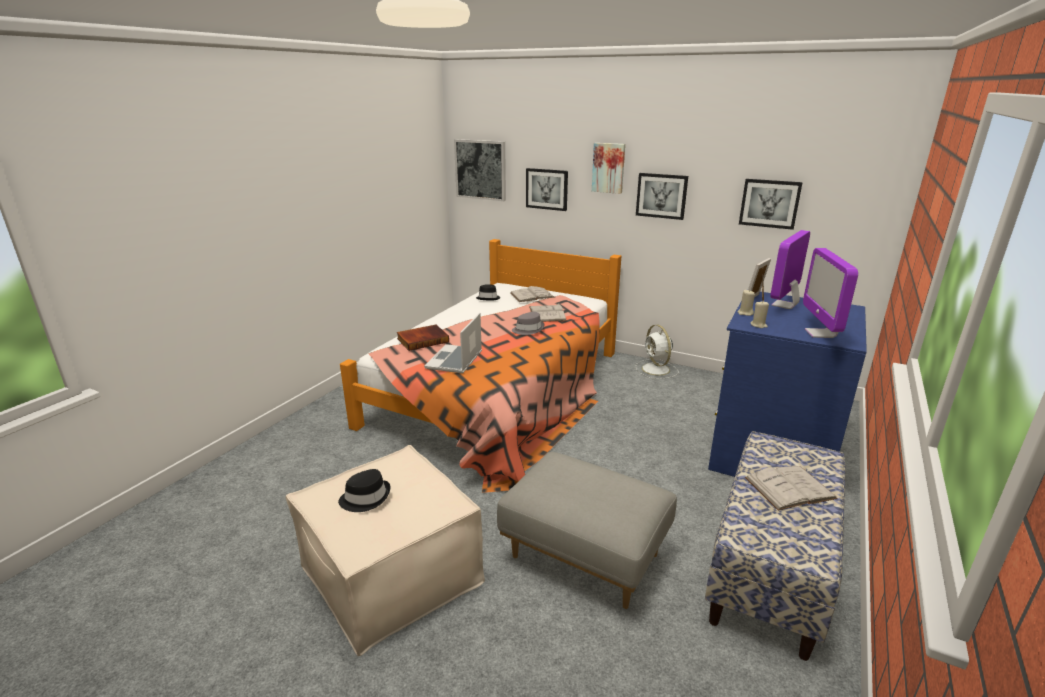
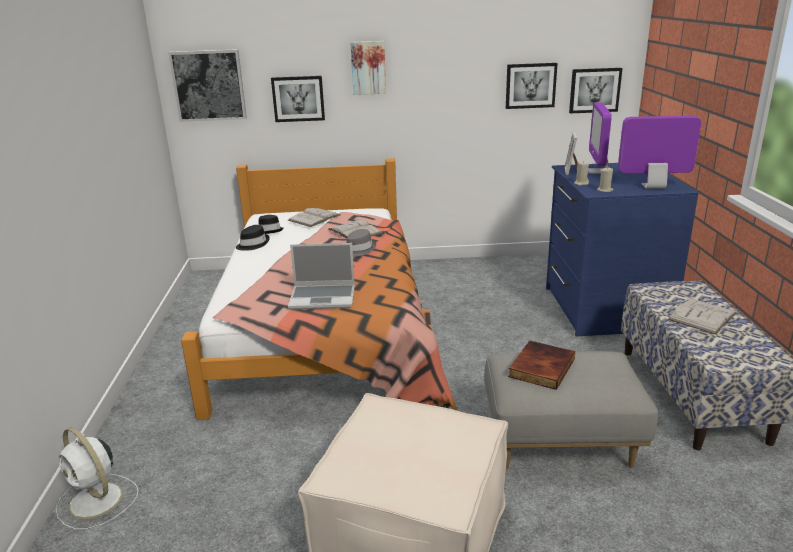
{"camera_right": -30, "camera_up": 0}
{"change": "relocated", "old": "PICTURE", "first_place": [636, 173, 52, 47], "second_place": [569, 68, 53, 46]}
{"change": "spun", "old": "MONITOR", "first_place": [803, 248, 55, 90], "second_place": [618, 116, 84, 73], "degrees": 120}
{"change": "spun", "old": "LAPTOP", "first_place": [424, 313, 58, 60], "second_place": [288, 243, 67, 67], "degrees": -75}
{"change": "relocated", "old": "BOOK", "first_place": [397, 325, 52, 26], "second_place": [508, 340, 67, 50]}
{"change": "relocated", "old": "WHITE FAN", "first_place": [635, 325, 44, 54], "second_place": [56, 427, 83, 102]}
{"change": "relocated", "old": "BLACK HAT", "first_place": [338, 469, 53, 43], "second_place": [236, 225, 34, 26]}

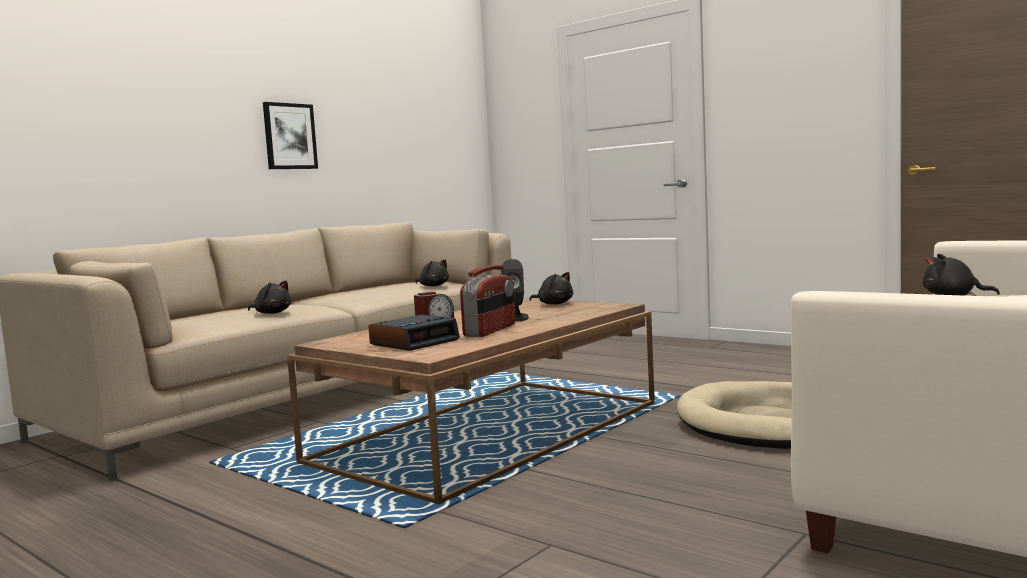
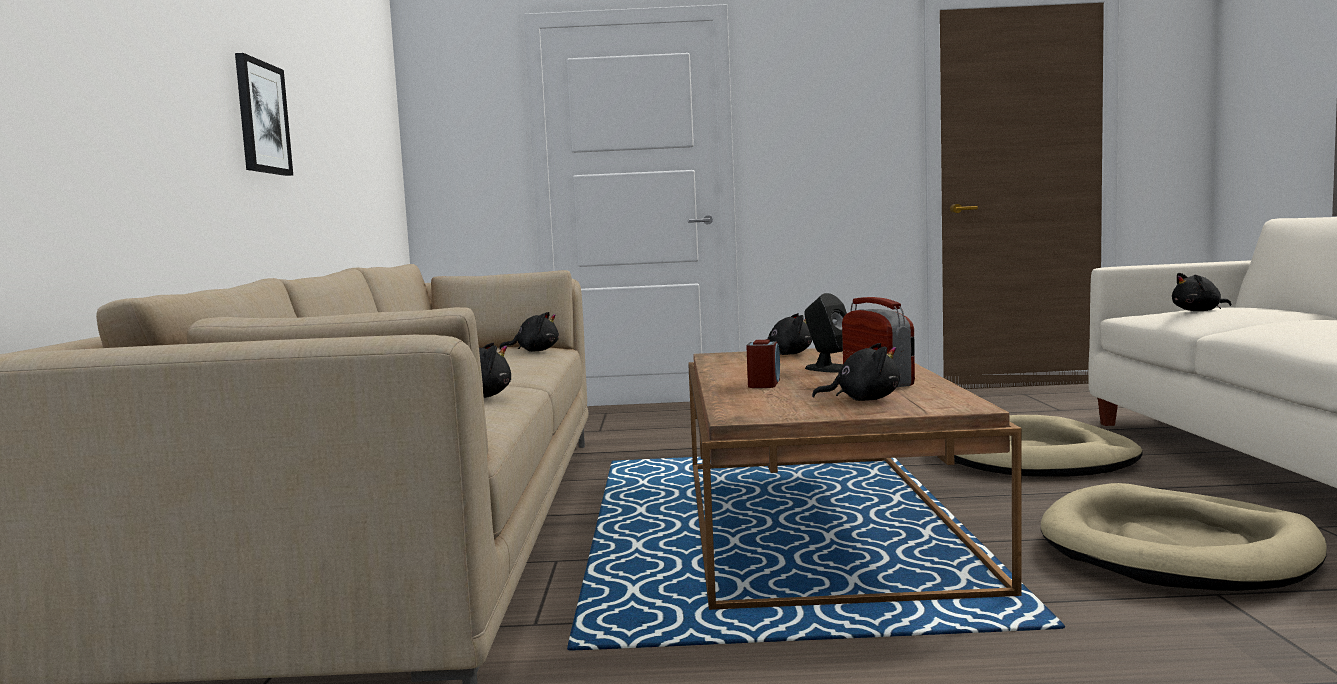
{"camera_right": -40, "camera_up": 0}
{"change": "exchanged", "old": "ALARM CLOCK", "new": "BLACK PLUSH TOY", "first_place": [368, 315, 92, 36], "second_place": [812, 343, 88, 58]}
{"change": "appeared", "new": "BEIGE DOG BED", "second_place": [1041, 483, 286, 108]}

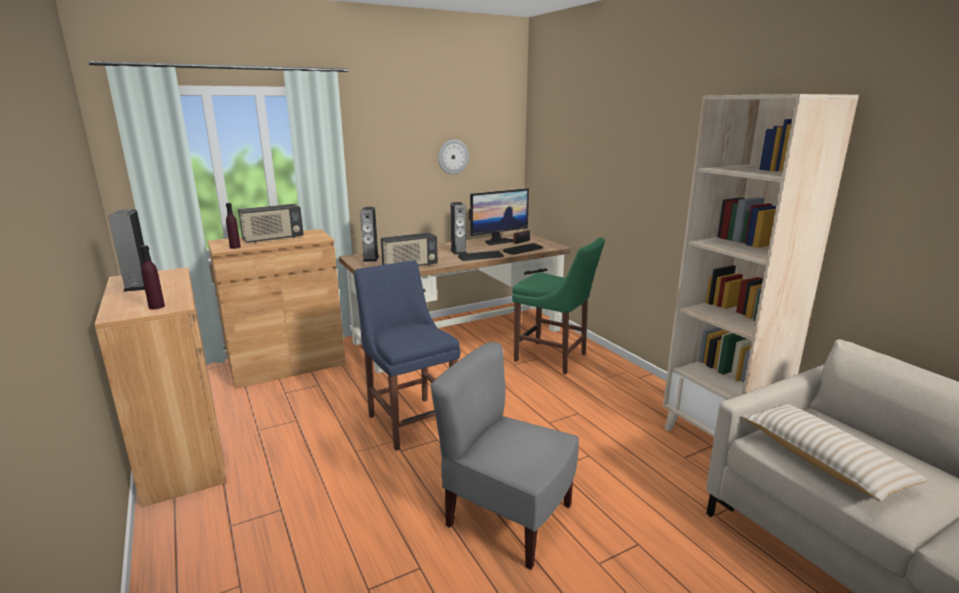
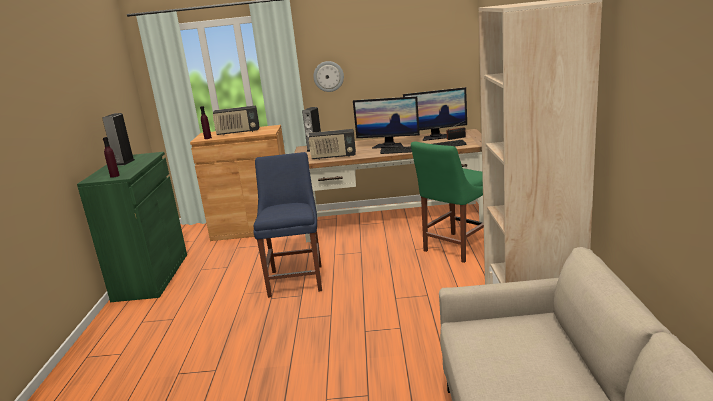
{"camera_right": 30, "camera_up": 0}
{"change": "relocated", "old": "WALL CLOCK", "first_place": [438, 139, 31, 36], "second_place": [313, 61, 31, 31]}
{"change": "exchanged", "old": "SPEAKER", "new": "MONITOR", "first_place": [450, 202, 17, 53], "second_place": [353, 96, 67, 53]}
{"change": "spun", "old": "GREEN CHAIR", "first_place": [512, 237, 93, 137], "second_place": [411, 141, 73, 122], "degrees": 75}
{"change": "colour", "old": "BROWN CABINET", "new": "GREEN CABINET", "first_place": [94, 267, 133, 241], "second_place": [77, 152, 110, 150]}
{"change": "missing", "old": "GREY CHAIR", "first_place": [431, 342, 148, 227]}
{"change": "missing", "old": "BEIGE PILLOW", "first_place": [741, 403, 187, 98]}

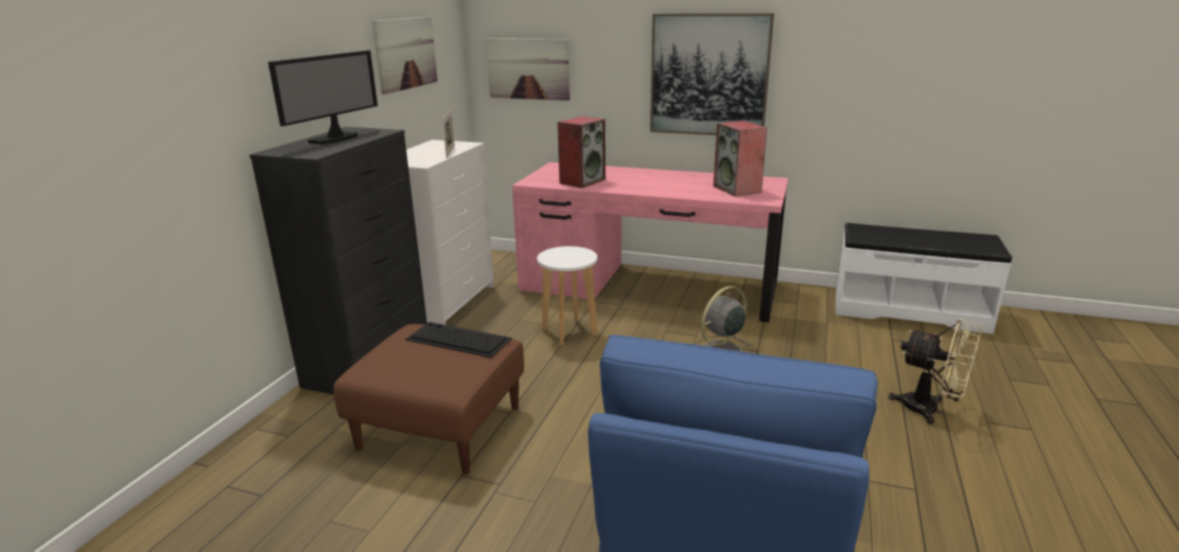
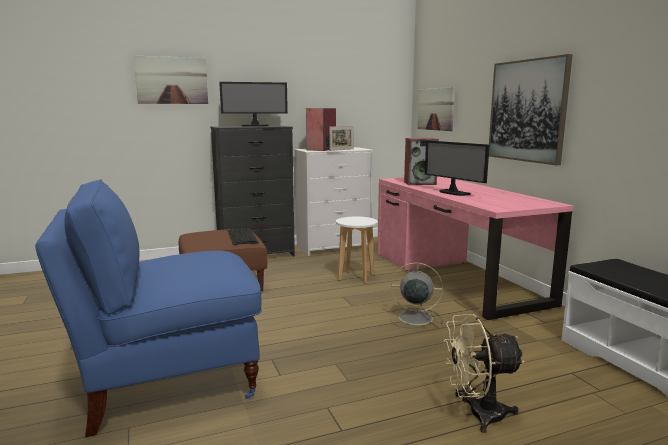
{"camera_right": 50, "camera_up": -10}
{"change": "relocated", "old": "PICTURE", "first_place": [372, 17, 66, 78], "second_place": [134, 56, 74, 48]}
{"change": "relocated", "old": "SPEAKER", "first_place": [713, 121, 54, 76], "second_place": [306, 108, 30, 43]}
{"change": "spun", "old": "BEIGE FAN", "first_place": [888, 319, 93, 106], "second_place": [444, 314, 81, 119], "degrees": 90}
{"change": "appeared", "new": "MONITOR", "second_place": [425, 140, 65, 56]}

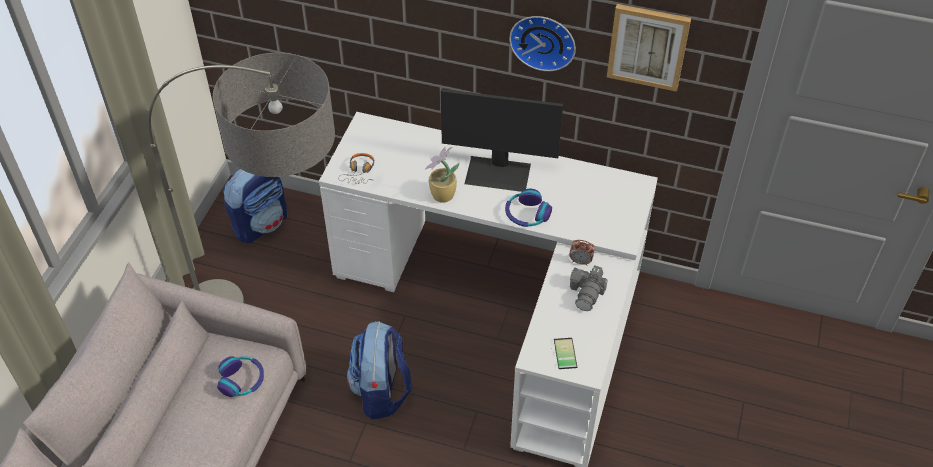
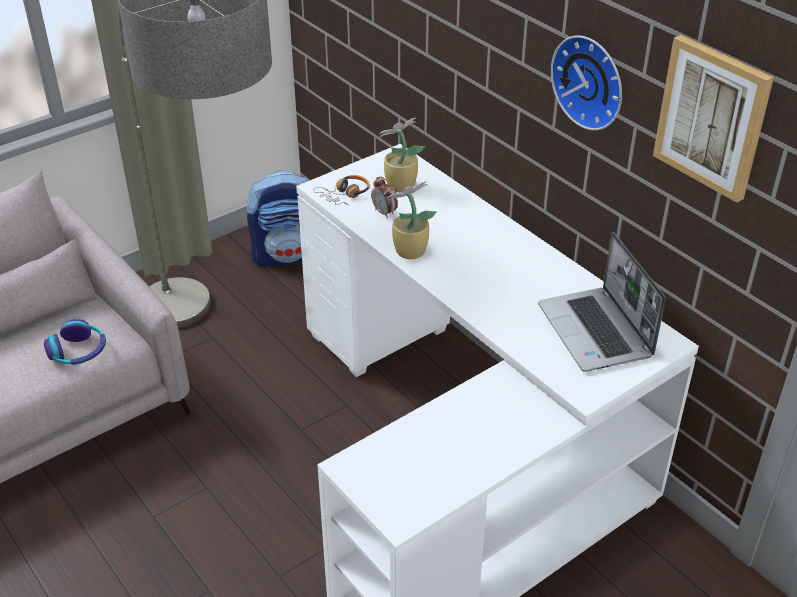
{"camera_right": 35, "camera_up": -10}
{"change": "missing", "old": "MONITOR", "first_place": [441, 89, 122, 103]}
{"change": "missing", "old": "HEADPHONES", "first_place": [505, 189, 47, 38]}
{"change": "relocated", "old": "ALARM CLOCK", "first_place": [569, 240, 26, 26], "second_place": [371, 176, 27, 42]}
{"change": "missing", "old": "PHOTO CAMERA", "first_place": [570, 266, 38, 45]}
{"change": "missing", "old": "BACKPACK", "first_place": [347, 321, 65, 98]}
{"change": "missing", "old": "PHONE", "first_place": [554, 338, 23, 31]}
{"change": "appeared", "new": "POTTED PLANT", "second_place": [379, 118, 46, 74]}
{"change": "appeared", "new": "LAPTOP", "second_place": [538, 232, 128, 140]}

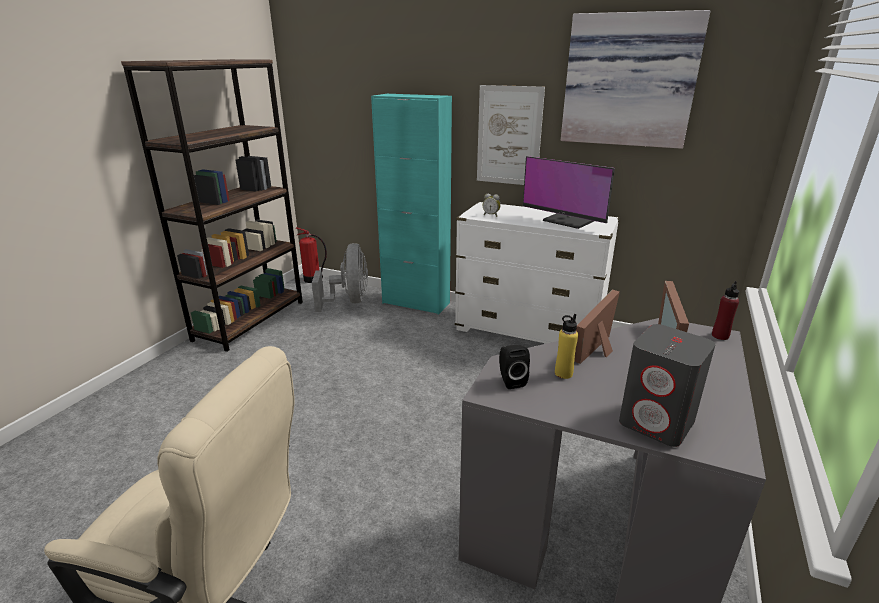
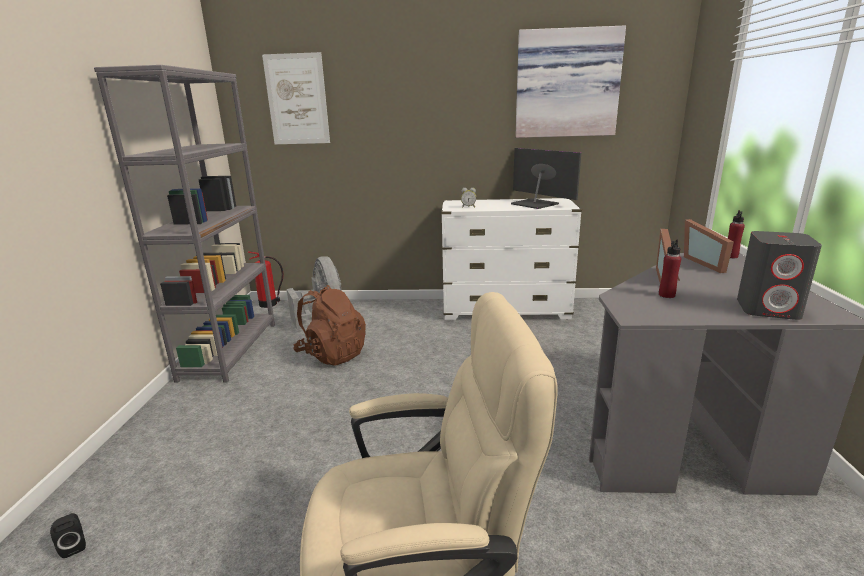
{"camera_right": -20, "camera_up": -5}
{"change": "colour", "old": "BROWN BOOKCASE", "new": "GREY BOOKCASE", "first_place": [121, 59, 182, 293], "second_place": [94, 65, 181, 318]}
{"change": "relocated", "old": "PICTURE", "first_place": [477, 85, 68, 100], "second_place": [262, 52, 68, 92]}
{"change": "missing", "old": "TURQUOISE CABINET", "first_place": [371, 94, 81, 221]}
{"change": "spun", "old": "MONITOR", "first_place": [523, 156, 92, 73], "second_place": [511, 148, 71, 61], "degrees": -150}
{"change": "colour", "old": "YELLOW BOTTLE", "new": "RED BOTTLE", "first_place": [555, 314, 23, 65], "second_place": [659, 240, 22, 58]}
{"change": "relocated", "old": "BLACK SPEAKER", "first_place": [499, 345, 31, 44], "second_place": [50, 513, 36, 45]}
{"change": "appeared", "new": "BROWN BACKPACK", "second_place": [293, 285, 73, 80]}

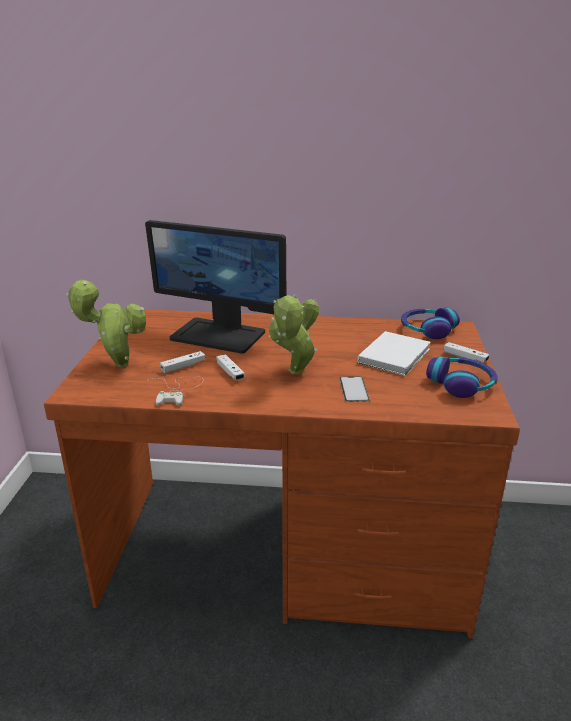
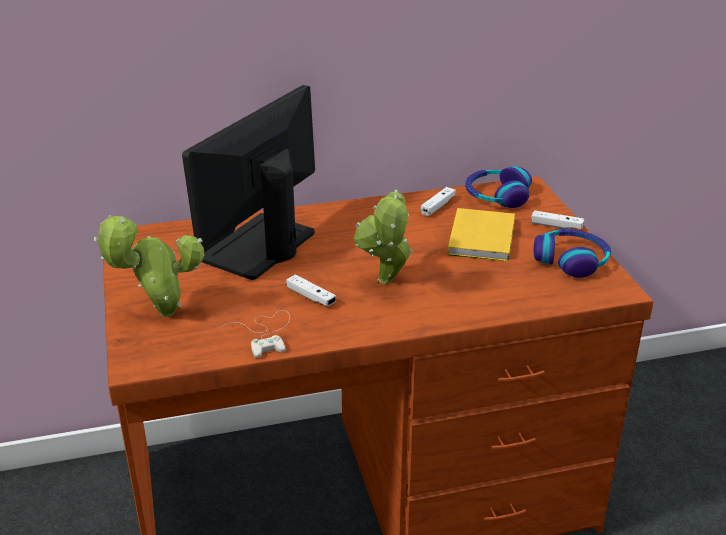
{"camera_right": -20, "camera_up": 5}
{"change": "spun", "old": "MONITOR", "first_place": [145, 220, 141, 133], "second_place": [182, 85, 133, 195], "degrees": 120}
{"change": "colour", "old": "WHITE BOOK", "new": "YELLOW BOOK", "first_place": [358, 331, 73, 45], "second_place": [447, 208, 68, 54]}
{"change": "relocated", "old": "WHITE GAME CONTROLLER", "first_place": [160, 351, 46, 22], "second_place": [421, 187, 35, 29]}
{"change": "missing", "old": "PHONE", "first_place": [340, 376, 30, 26]}

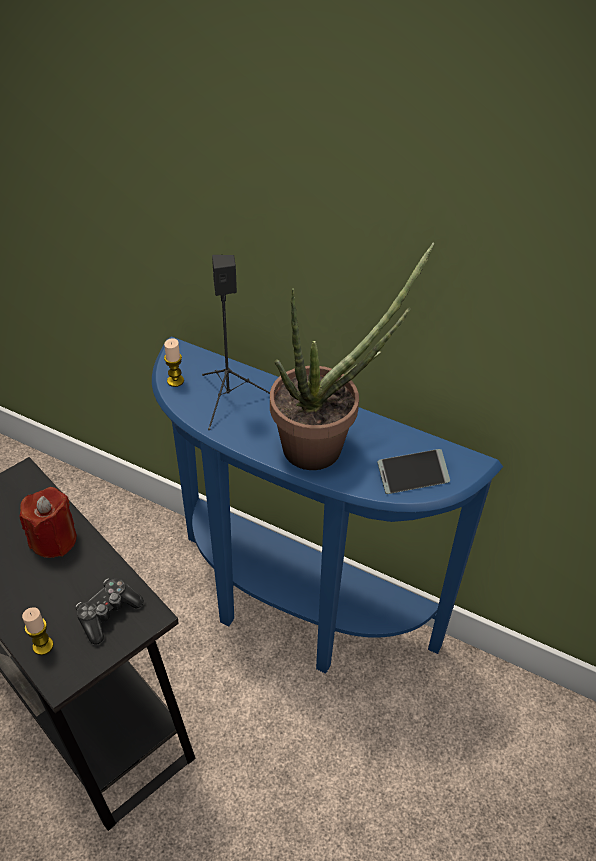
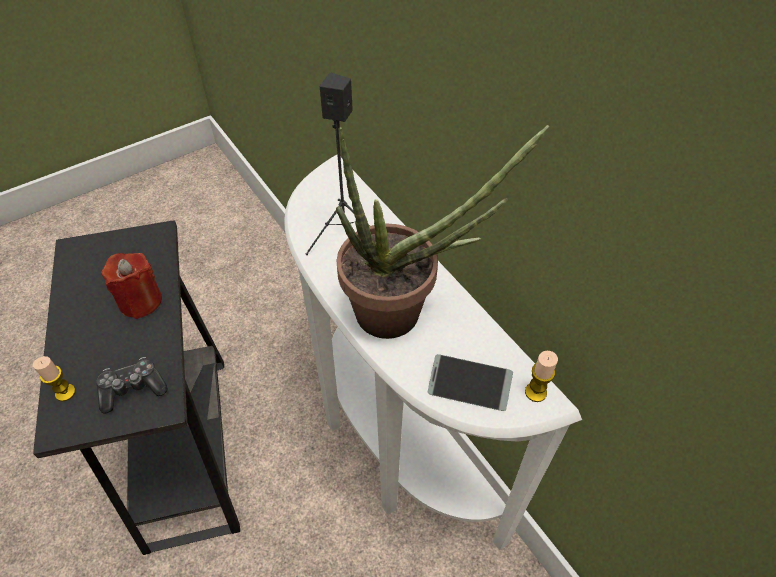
{"camera_right": 30, "camera_up": 5}
{"change": "colour", "old": "BLUE CONSOLE TABLE", "new": "WHITE CONSOLE TABLE", "first_place": [152, 336, 351, 338], "second_place": [284, 155, 298, 395]}
{"change": "relocated", "old": "CANDLE", "first_place": [164, 338, 20, 49], "second_place": [525, 351, 33, 51]}

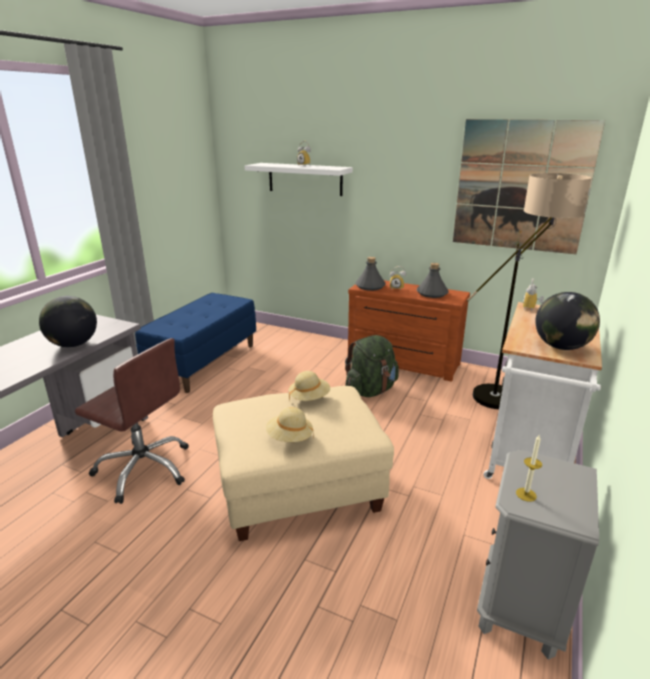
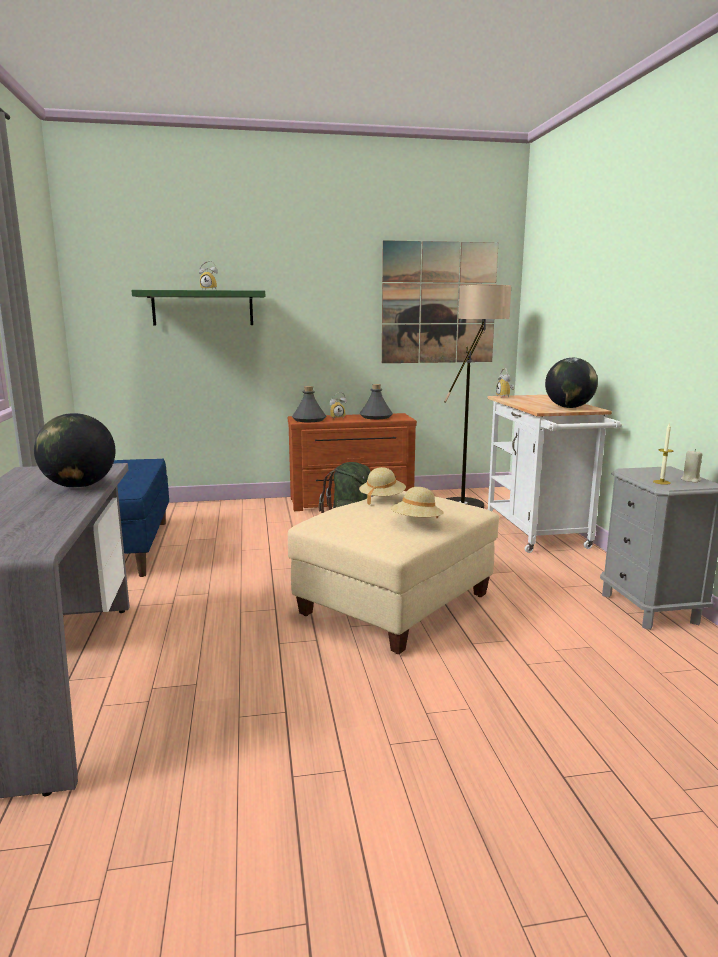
{"camera_right": -35, "camera_up": -10}
{"change": "colour", "old": "WHITE SHELF", "new": "GREEN SHELF", "first_place": [245, 163, 108, 33], "second_place": [131, 290, 134, 36]}
{"change": "missing", "old": "BROWN OFFICE CHAIR", "first_place": [75, 338, 114, 166]}
{"change": "appeared", "new": "BEIGE CANDLE", "second_place": [681, 449, 22, 34]}

